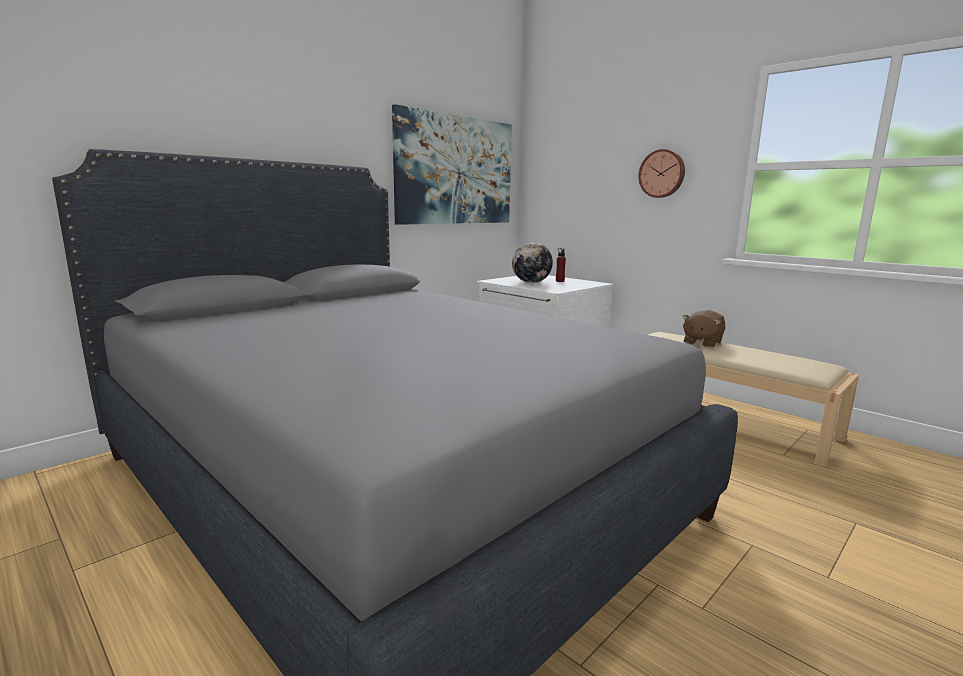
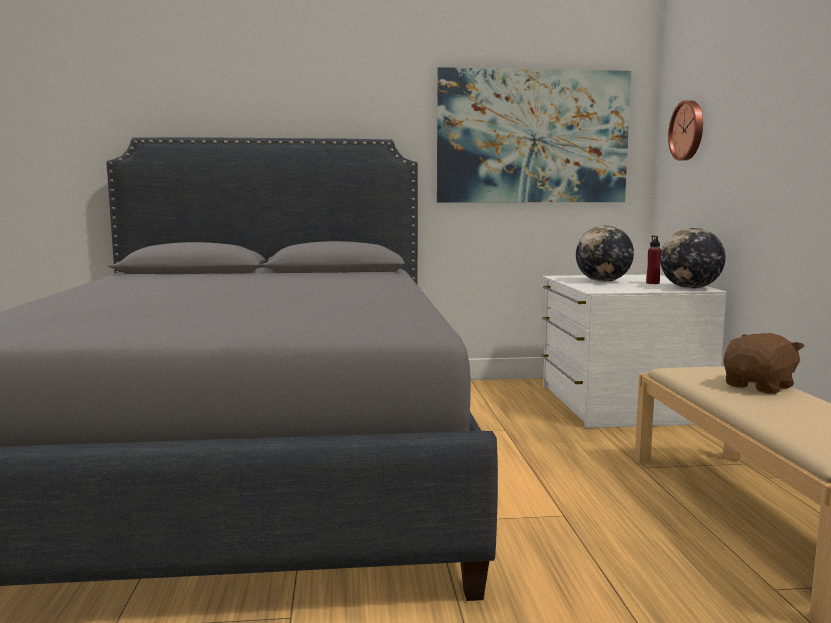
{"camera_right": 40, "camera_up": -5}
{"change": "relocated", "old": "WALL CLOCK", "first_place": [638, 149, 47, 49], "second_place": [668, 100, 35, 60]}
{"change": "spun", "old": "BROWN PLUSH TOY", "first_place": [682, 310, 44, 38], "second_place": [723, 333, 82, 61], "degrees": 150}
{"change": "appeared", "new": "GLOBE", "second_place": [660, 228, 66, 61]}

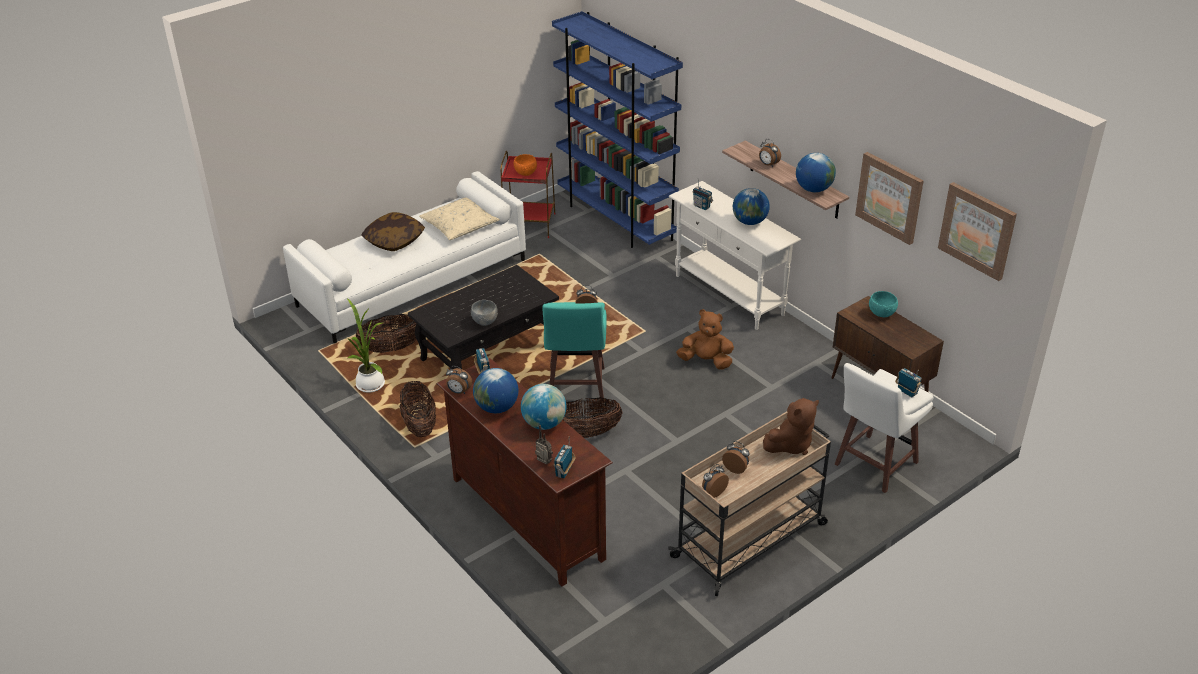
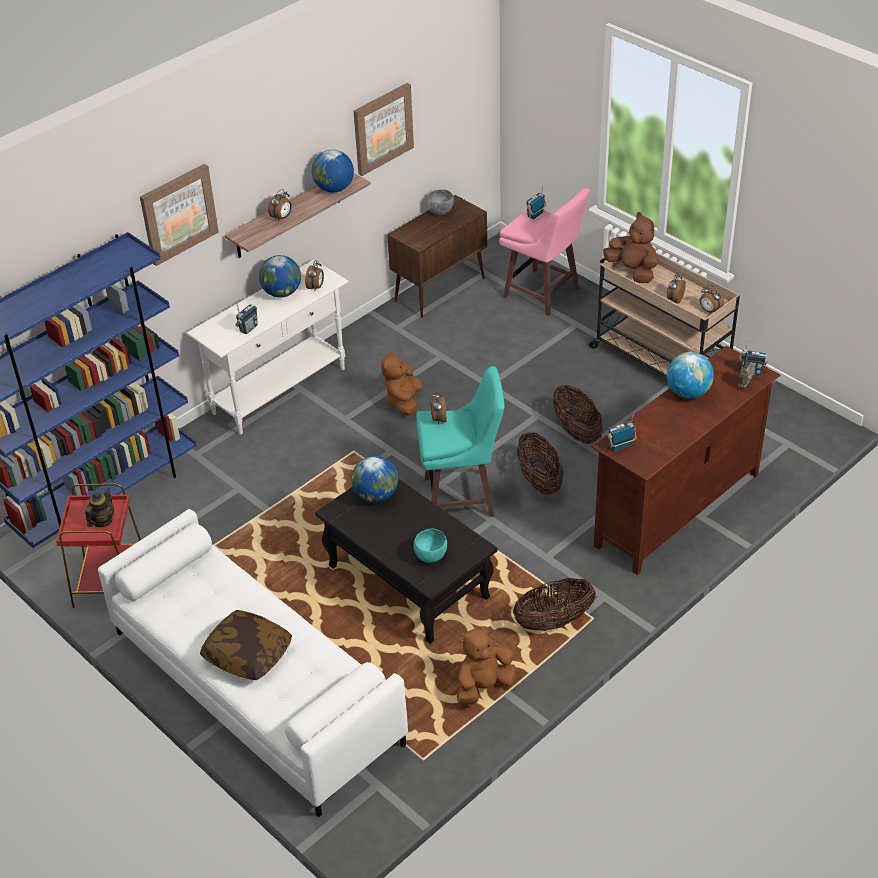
{"camera_right": -95, "camera_up": 5}
{"change": "exchanged", "old": "ORANGE BOWL", "new": "TEAPOT", "first_place": [514, 154, 23, 22], "second_place": [85, 488, 29, 39]}
{"change": "relocated", "old": "PICTURE", "first_place": [938, 182, 79, 99], "second_place": [140, 164, 79, 102]}
{"change": "missing", "old": "BEIGE PILLOW", "first_place": [419, 197, 81, 43]}
{"change": "relocated", "old": "TURQUOISE BOWL", "first_place": [869, 291, 29, 26], "second_place": [413, 529, 34, 34]}
{"change": "exchanged", "old": "POTTED PLANT", "new": "BROWN PLUSH TOY", "first_place": [347, 298, 38, 95], "second_place": [457, 626, 59, 79]}
{"change": "relocated", "old": "GREY BOWL", "first_place": [471, 300, 27, 26], "second_place": [427, 189, 27, 26]}
{"change": "relocated", "old": "BASKET", "first_place": [356, 314, 61, 39], "second_place": [553, 385, 50, 59]}
{"change": "colour", "old": "WHITE STOOL", "new": "PINK STOOL", "first_place": [835, 363, 98, 130], "second_place": [499, 188, 91, 128]}
{"change": "relocated", "old": "ALARM CLOCK", "first_place": [446, 366, 26, 28], "second_place": [305, 260, 19, 30]}
{"change": "relocated", "old": "GLOBE", "first_place": [473, 368, 46, 45], "second_place": [351, 456, 47, 47]}

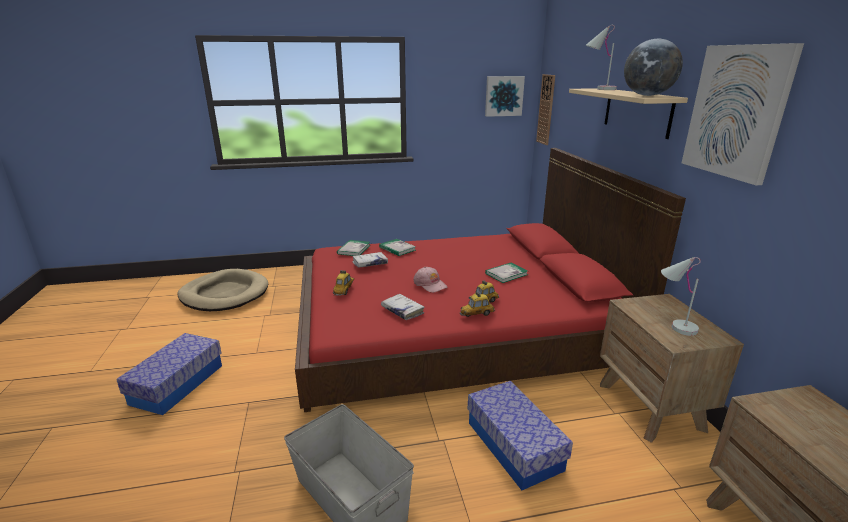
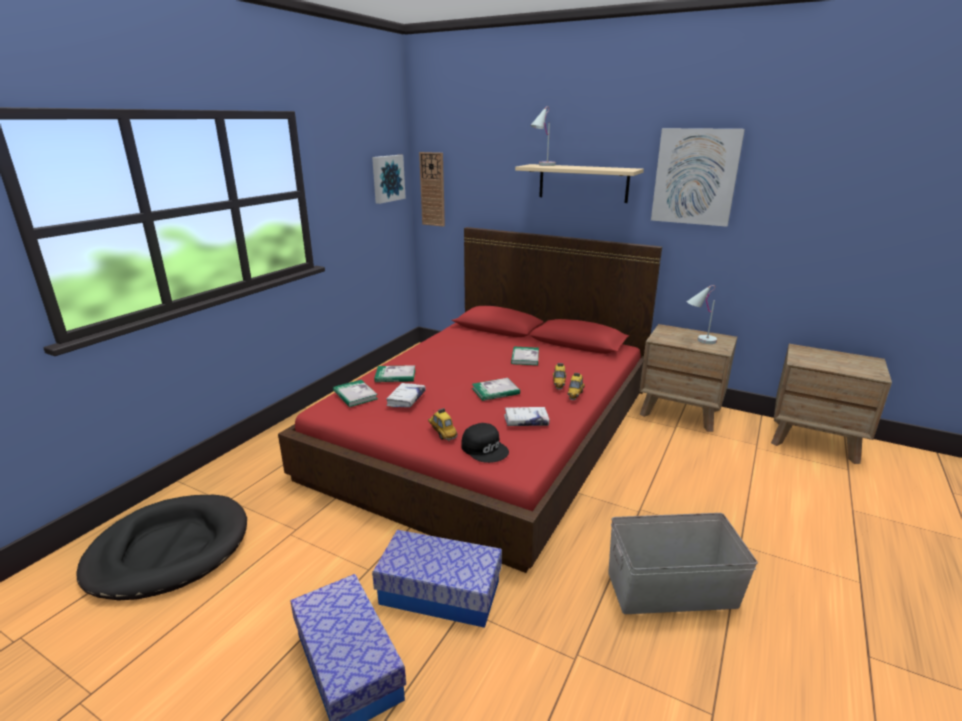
{"camera_right": -50, "camera_up": 0}
{"change": "missing", "old": "GLOBE", "first_place": [624, 39, 59, 57]}
{"change": "exchanged", "old": "PINK CAP", "new": "BOOK", "first_place": [413, 267, 35, 26], "second_place": [472, 378, 48, 23]}
{"change": "colour", "old": "BEIGE DOG BED", "new": "BLACK DOG BED", "first_place": [178, 269, 90, 42], "second_place": [76, 495, 171, 106]}
{"change": "relocated", "old": "STORAGE BOX", "first_place": [468, 381, 105, 109], "second_place": [372, 530, 130, 98]}
{"change": "appeared", "new": "BLACK CAP", "second_place": [461, 423, 48, 40]}

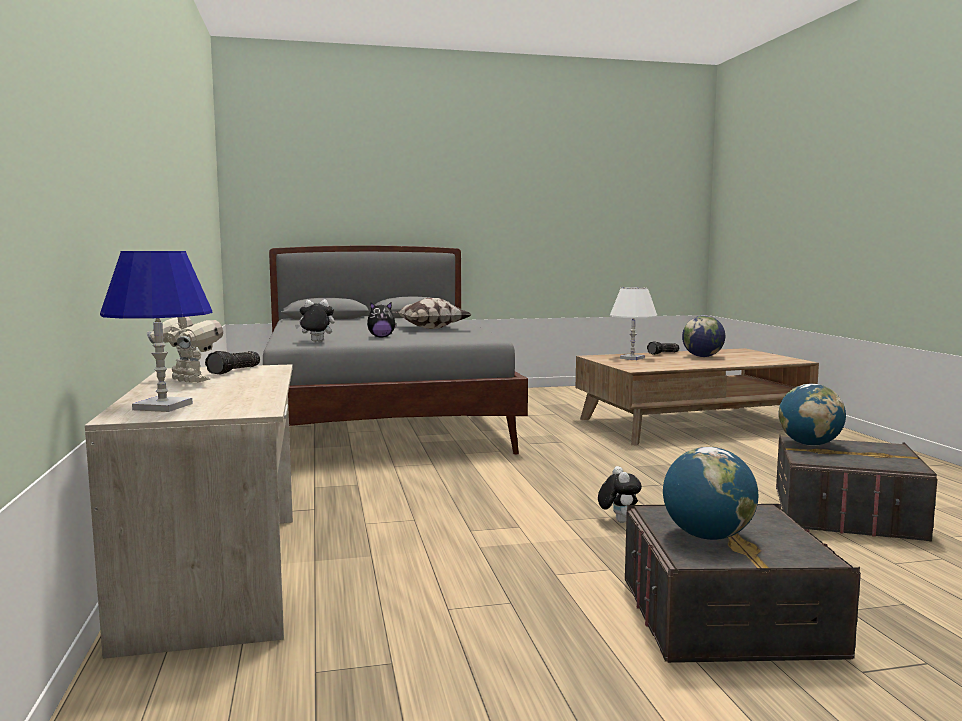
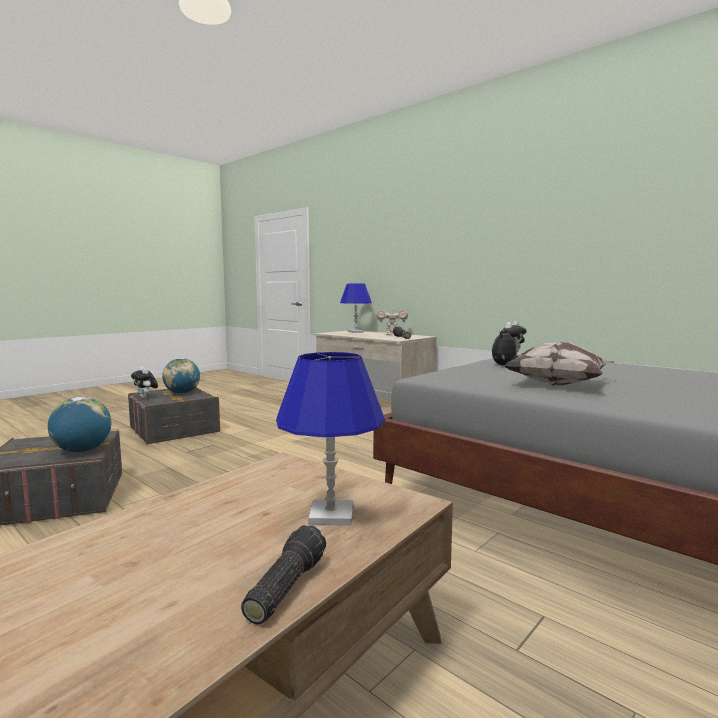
{"camera_right": 145, "camera_up": 0}
{"change": "colour", "old": "WHITE TABLE LAMP", "new": "BLUE TABLE LAMP", "first_place": [610, 287, 47, 73], "second_place": [276, 352, 109, 173]}
{"change": "missing", "old": "GLOBE", "first_place": [682, 315, 43, 42]}
{"change": "relocated", "old": "PLUSH TOY", "first_place": [598, 466, 44, 57], "second_place": [131, 367, 27, 31]}

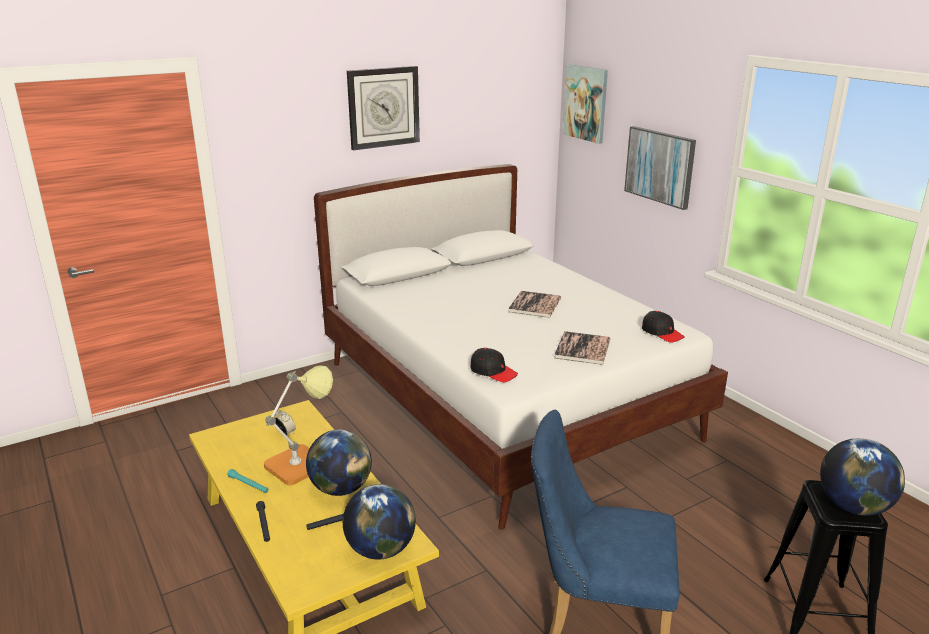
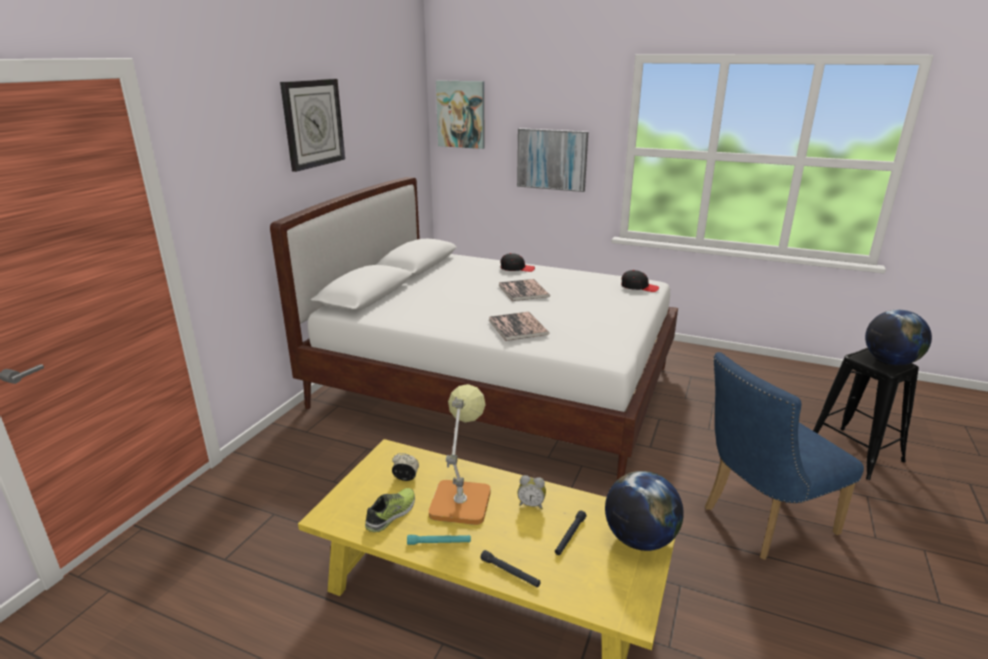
{"camera_right": -35, "camera_up": 0}
{"change": "relocated", "old": "BOOK", "first_place": [554, 331, 57, 34], "second_place": [489, 312, 60, 29]}
{"change": "relocated", "old": "BLACK CAP", "first_place": [471, 348, 47, 34], "second_place": [500, 253, 35, 19]}
{"change": "exchanged", "old": "GLOBE", "new": "ALARM CLOCK", "first_place": [306, 429, 66, 67], "second_place": [518, 475, 28, 35]}
{"change": "appeared", "new": "SHOE", "second_place": [365, 488, 50, 44]}

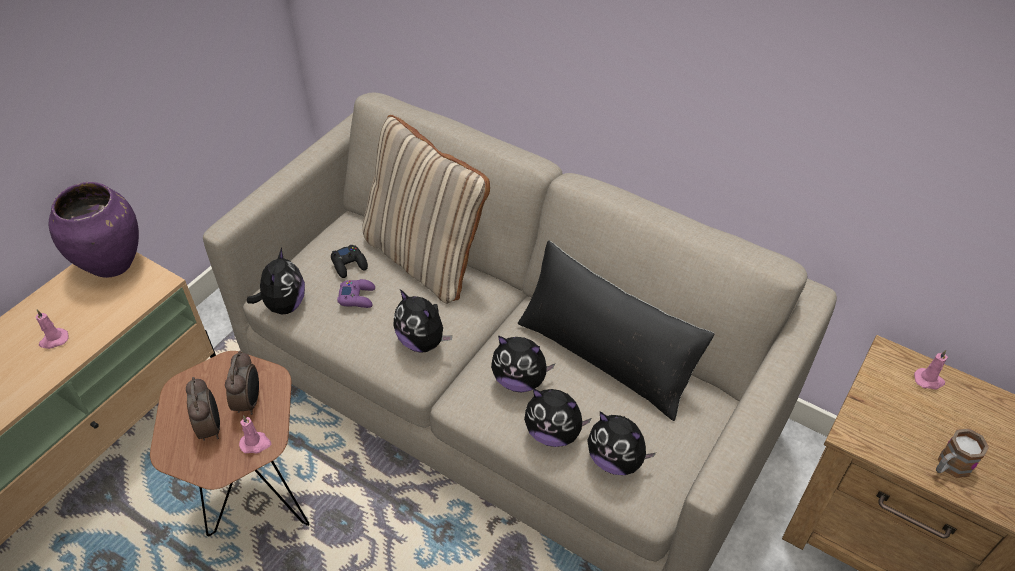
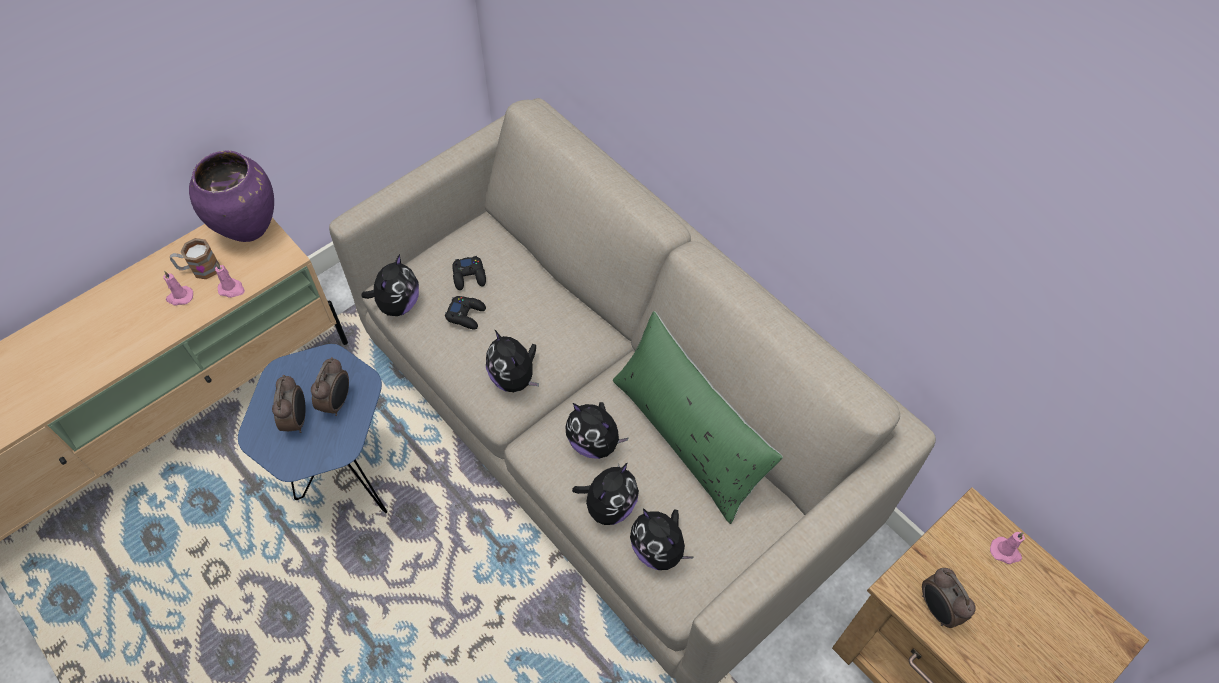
{"camera_right": 15, "camera_up": 10}
{"change": "missing", "old": "BEIGE PILLOW", "first_place": [362, 115, 128, 189]}
{"change": "colour", "old": "BLACK PILLOW", "new": "GREEN PILLOW", "first_place": [518, 240, 197, 181], "second_place": [613, 311, 170, 213]}
{"change": "colour", "old": "PURPLE GAME CONTROLLER", "new": "BLACK GAME CONTROLLER", "first_place": [337, 279, 38, 29], "second_place": [445, 296, 41, 33]}
{"change": "colour", "old": "BROWN SIDE TABLE", "new": "BLUE SIDE TABLE", "first_place": [150, 351, 159, 186], "second_place": [238, 344, 149, 169]}
{"change": "spun", "old": "PLUSH TOY", "first_place": [524, 388, 67, 59], "second_place": [572, 463, 67, 62], "degrees": -90}
{"change": "relocated", "old": "PINK CANDLE", "first_place": [239, 415, 32, 38], "second_place": [215, 263, 30, 35]}
{"change": "relocated", "old": "MUG", "first_place": [936, 428, 53, 50], "second_place": [170, 238, 50, 41]}
{"change": "appeared", "new": "ALARM CLOCK", "second_place": [922, 568, 54, 60]}

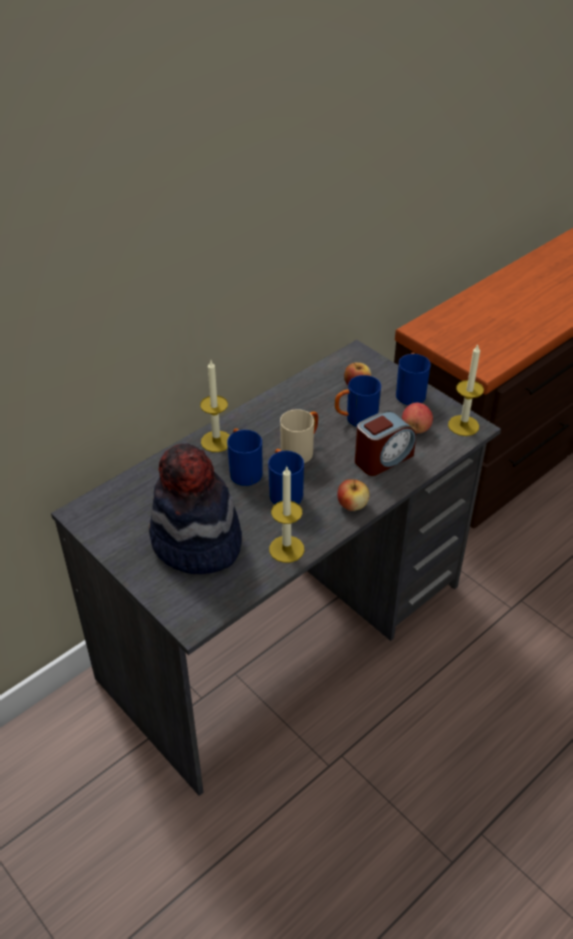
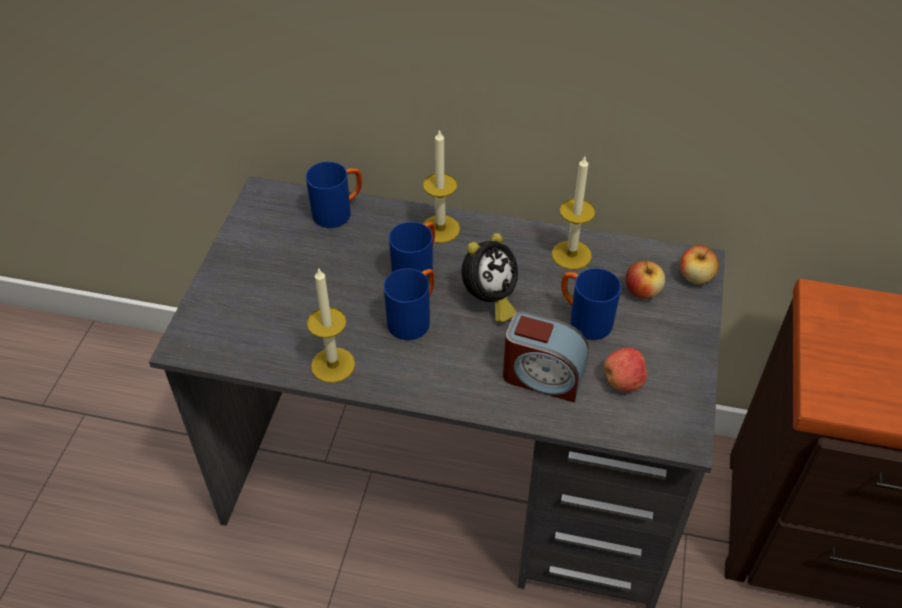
{"camera_right": 55, "camera_up": 5}
{"change": "relocated", "old": "CANDLE", "first_place": [448, 345, 36, 91], "second_place": [552, 157, 43, 113]}
{"change": "relocated", "old": "BLUE MUG", "first_place": [396, 353, 35, 52], "second_place": [306, 162, 56, 66]}
{"change": "exchanged", "old": "BEIGE MUG", "new": "ALARM CLOCK", "first_place": [280, 409, 38, 54], "second_place": [462, 233, 56, 90]}
{"change": "missing", "old": "HAT", "first_place": [149, 443, 93, 131]}
{"change": "relocated", "old": "APPLE", "first_place": [337, 479, 33, 32], "second_place": [680, 245, 39, 40]}

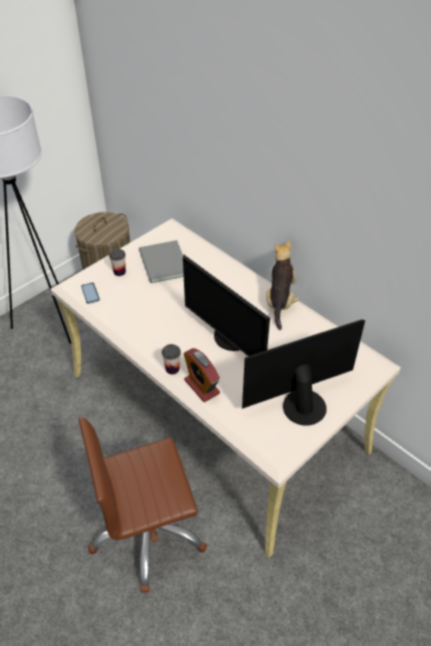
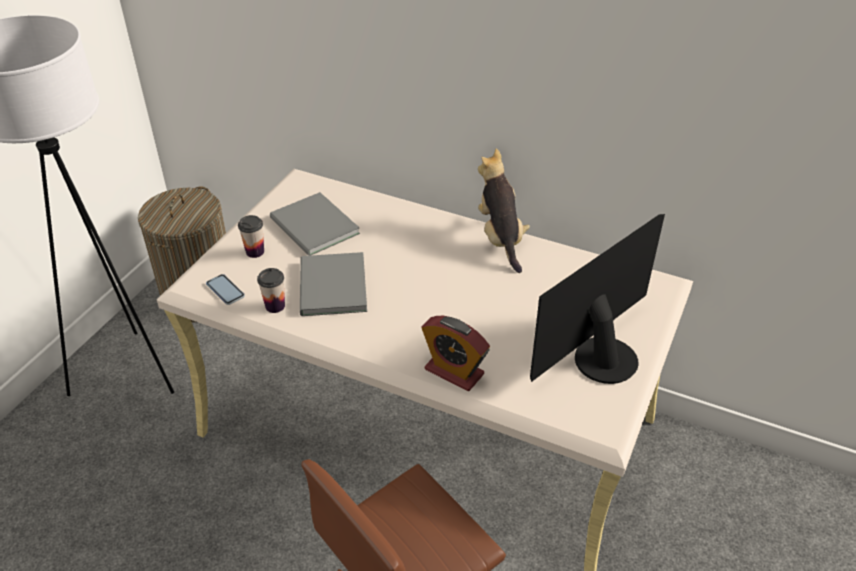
{"camera_right": -20, "camera_up": -5}
{"change": "missing", "old": "MONITOR", "first_place": [183, 255, 87, 101]}
{"change": "relocated", "old": "CUP", "first_place": [162, 344, 19, 30], "second_place": [257, 268, 28, 45]}
{"change": "appeared", "new": "GREY BOOK", "second_place": [300, 252, 67, 64]}

